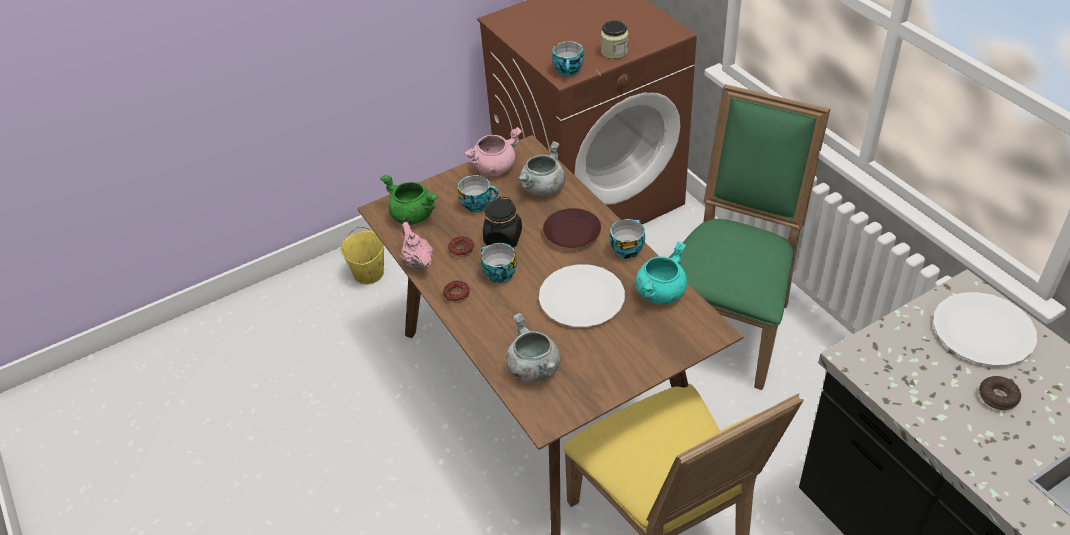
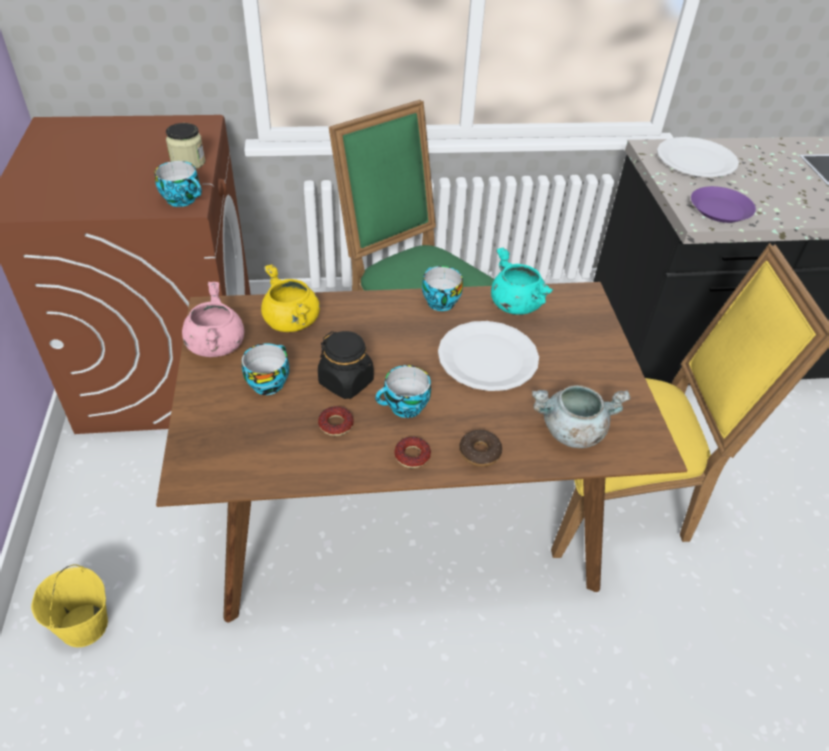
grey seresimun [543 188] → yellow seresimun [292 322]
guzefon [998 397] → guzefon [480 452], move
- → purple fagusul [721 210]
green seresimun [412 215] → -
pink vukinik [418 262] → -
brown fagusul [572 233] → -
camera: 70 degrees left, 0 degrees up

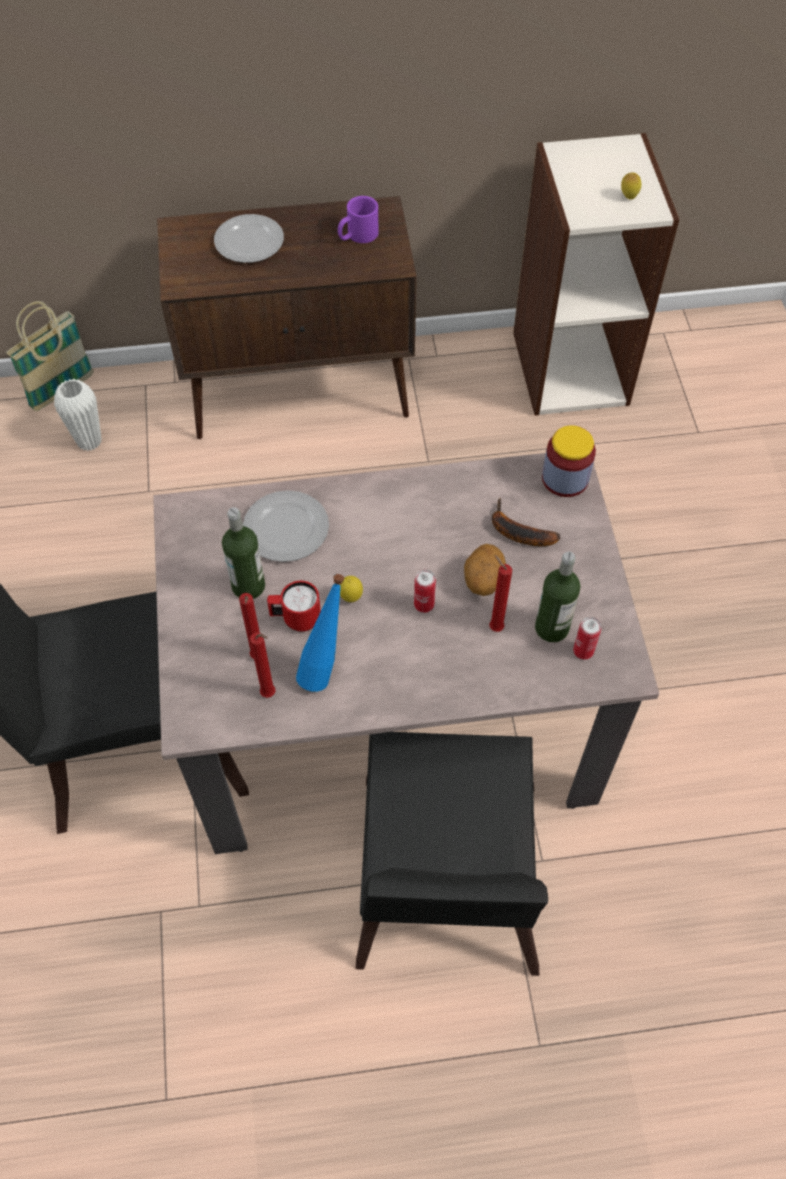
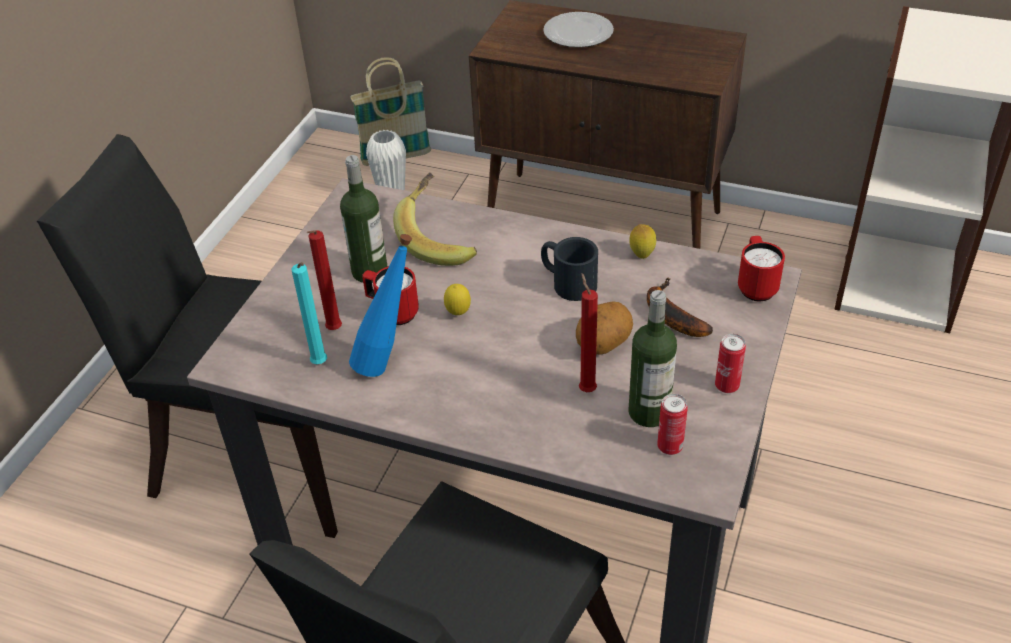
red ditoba [270 695] → turquoise ditoba [320 365]
fagusul [286 528] → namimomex [440 239]
- → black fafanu [567 282]
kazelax [628 197] → kazelax [641 255], move
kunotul [424 605] → kunotul [727 386], move
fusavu [565 478] → red fafanu [755 286]
purple fafanu [357 236] → -
camera: 30 degrees right, 15 degrees down

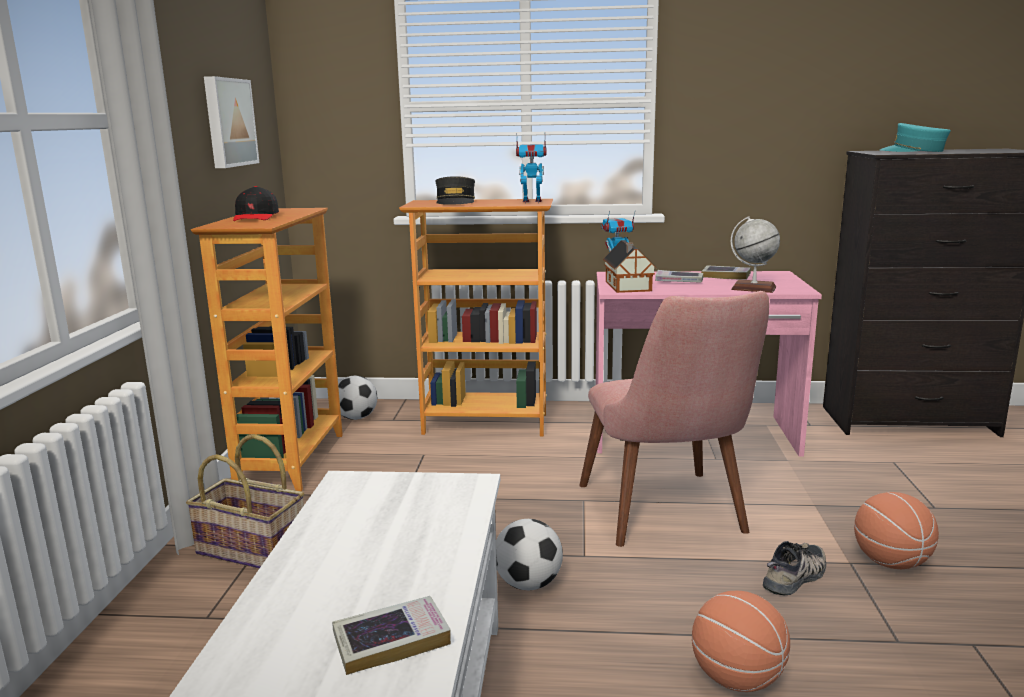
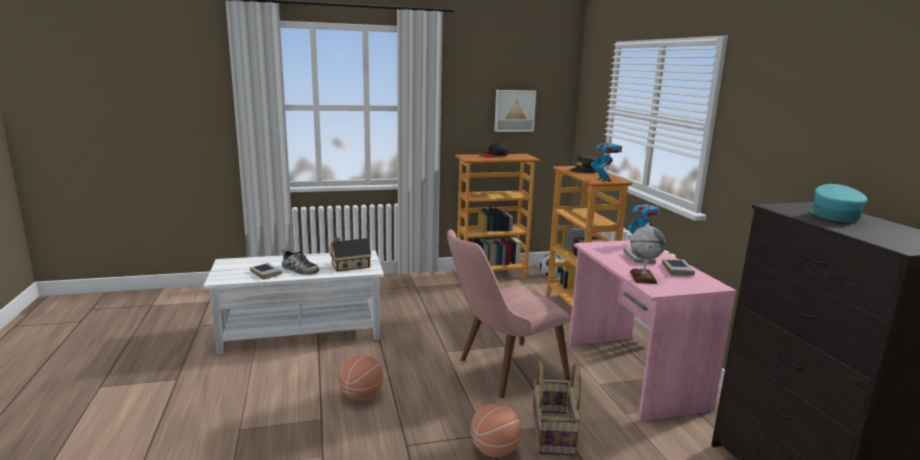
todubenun [796 577] → todubenun [299 269], move
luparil [628 287] → luparil [349 265], move
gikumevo [254 549] → gikumevo [554 433], move
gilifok [528 584] → -
camera: 70 degrees right, 0 degrees up

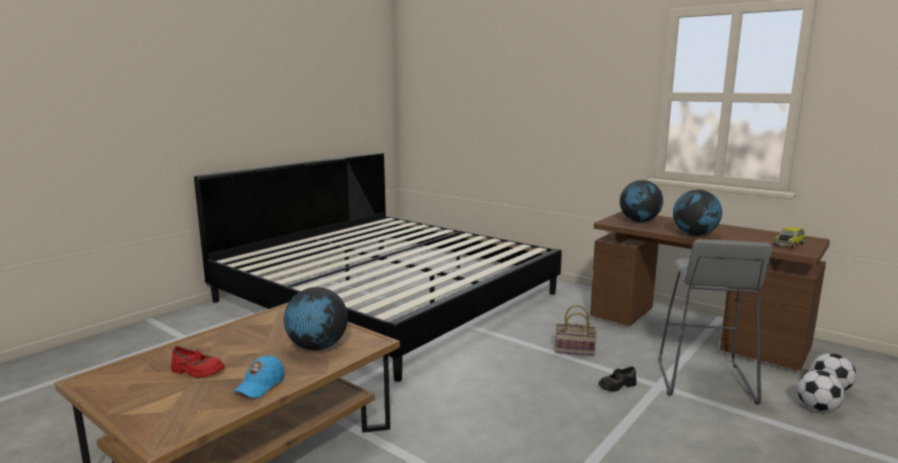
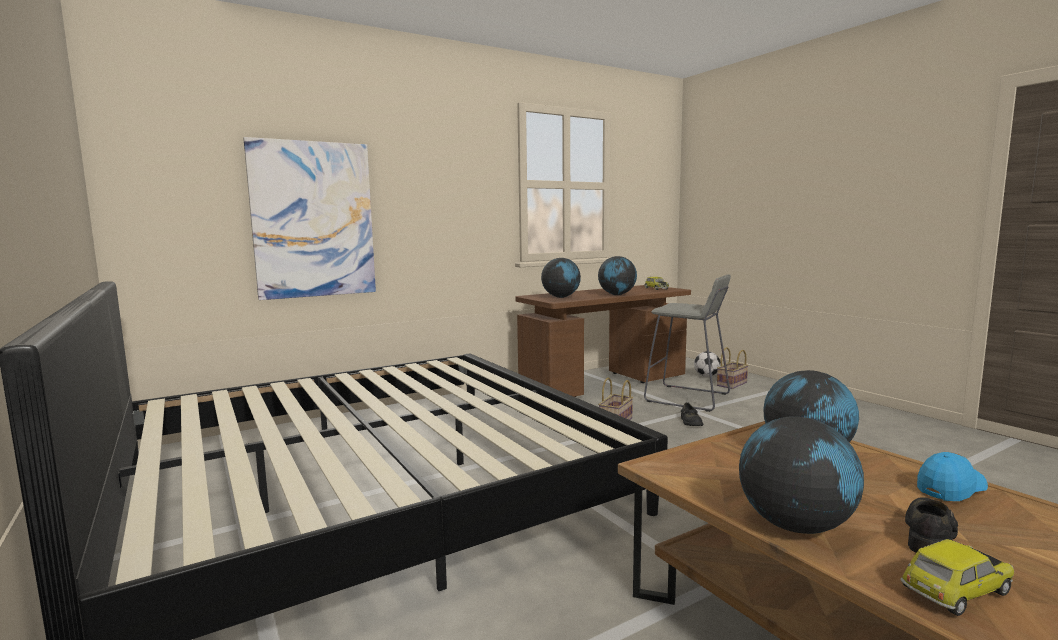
- → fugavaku [313 220]
gilifok [817 408] → gikumevo [732 384]
- → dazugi [795 526]
- → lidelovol [956 591]
red todubenun [197 371] → black todubenun [930 535]
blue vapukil [260 386] → blue vapukil [951 488], 75 degrees counterclockwise
camera: 70 degrees left, 5 degrees down

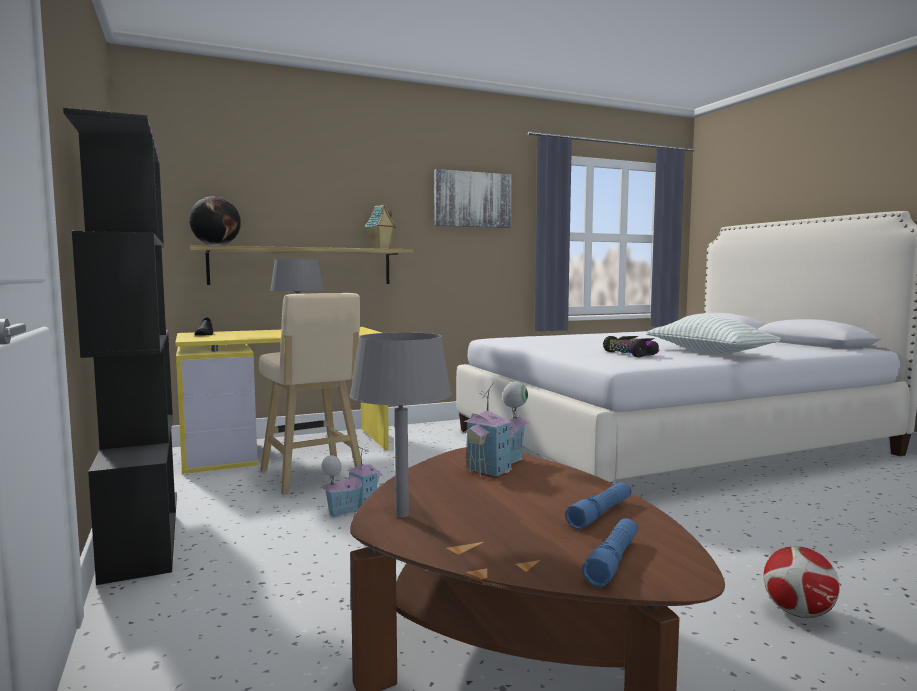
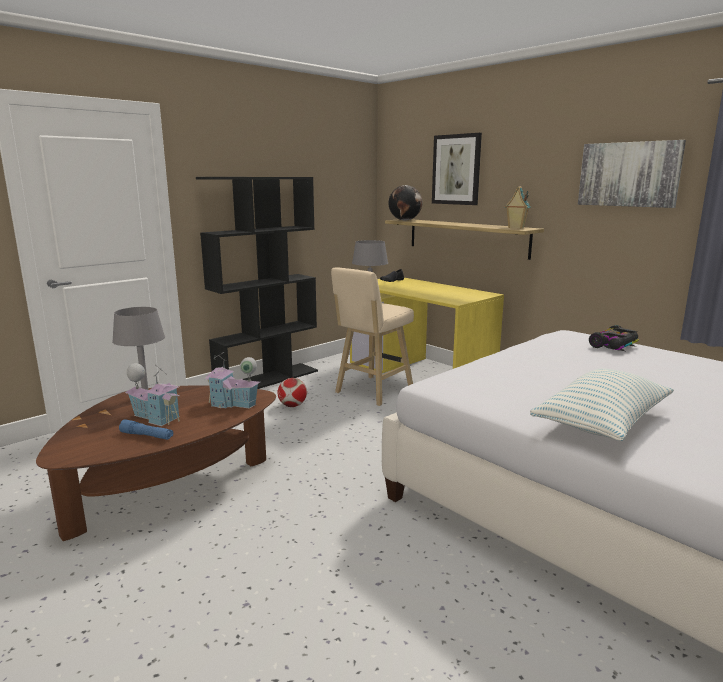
luparil [352 508] → luparil [156 417], move
gilifok [798 613] → gilifok [292 406], move
- → fugavaku [456 169]
lidelovol [632 354] → lidelovol [614 345], move
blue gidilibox [613 560] → -
camera: 70 degrees right, 10 degrees up

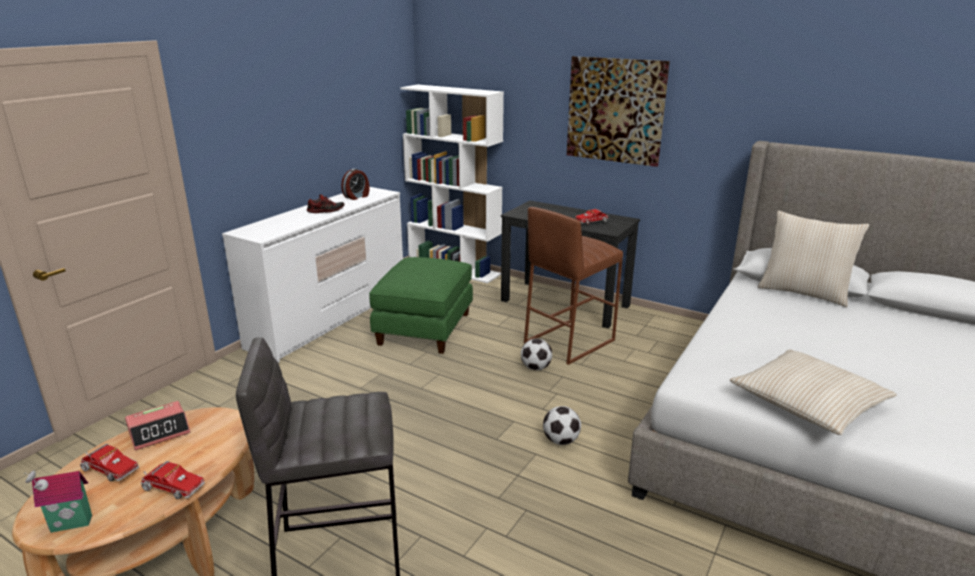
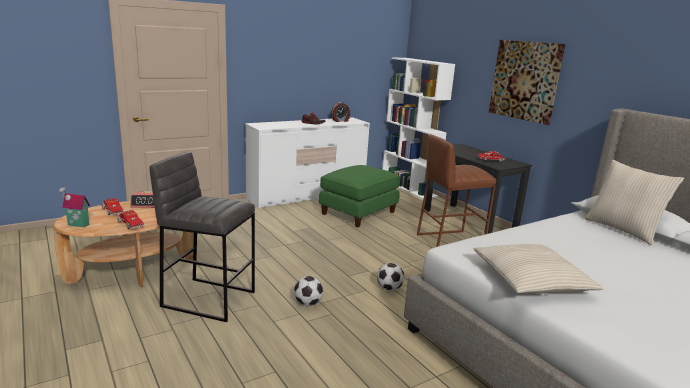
gilifok [535 368] → gilifok [308 303], move
camera: 25 degrees right, 5 degrees down

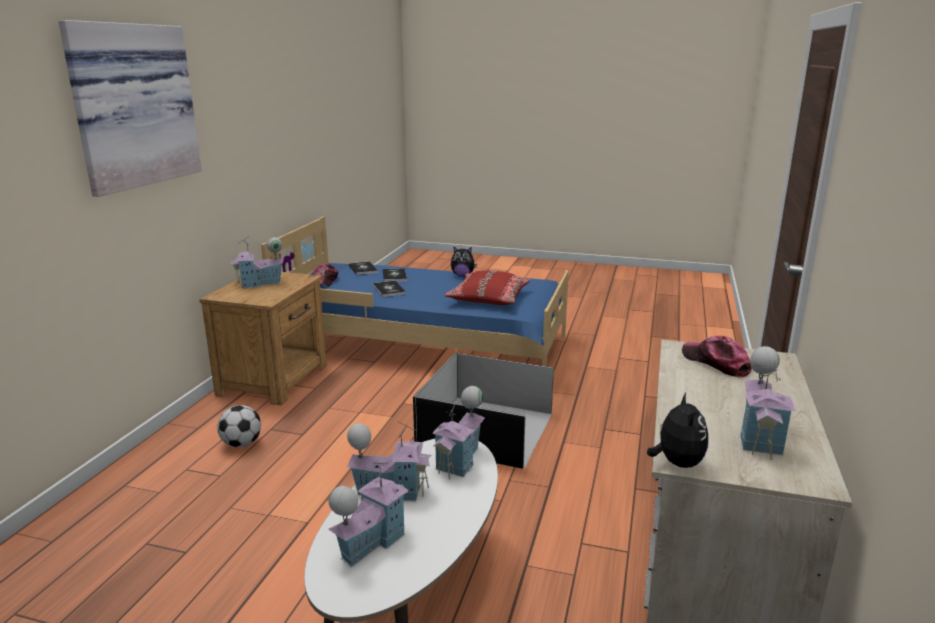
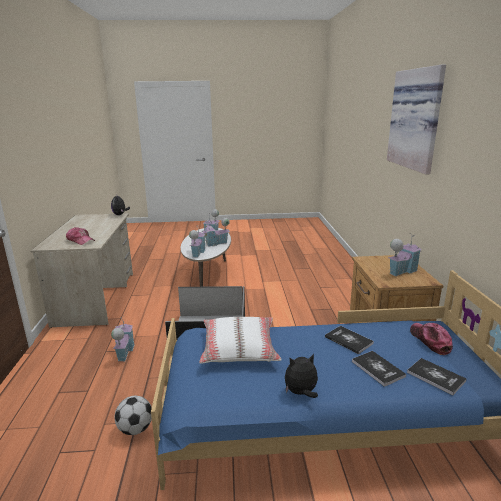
luparil [759 436] → luparil [124 352], move
gilifok [241 444] → gilifok [136 429], move
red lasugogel [488 298] → white lasugogel [239 348]
camera: 160 degrees right, 0 degrees up

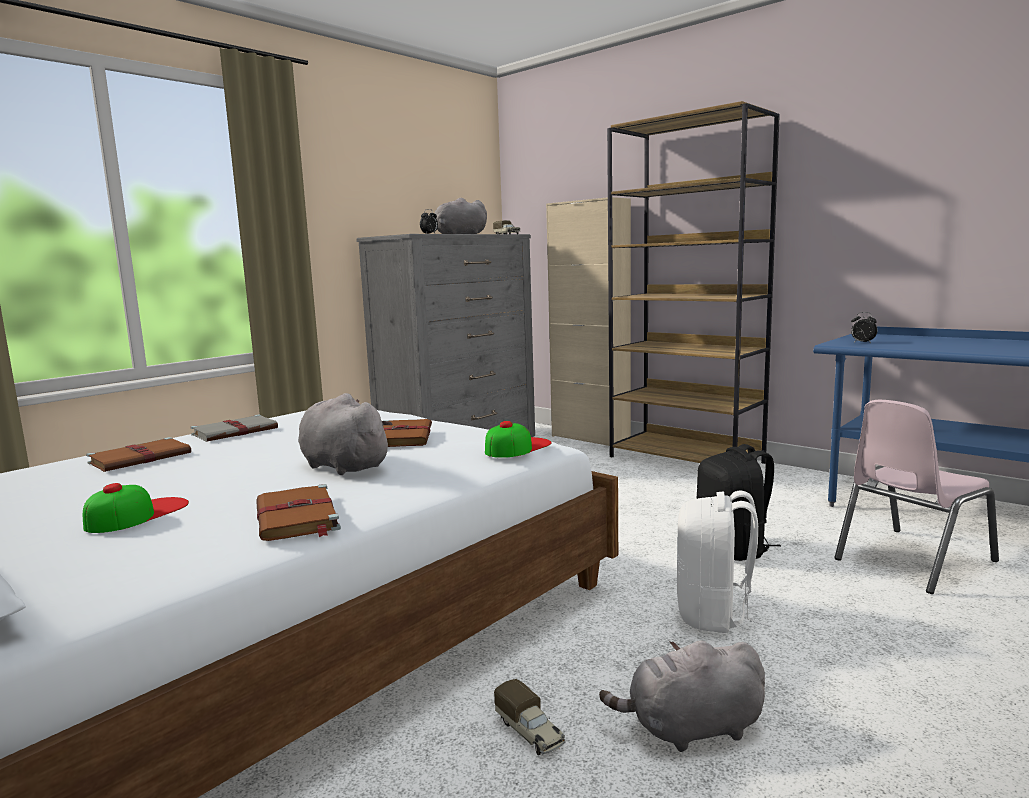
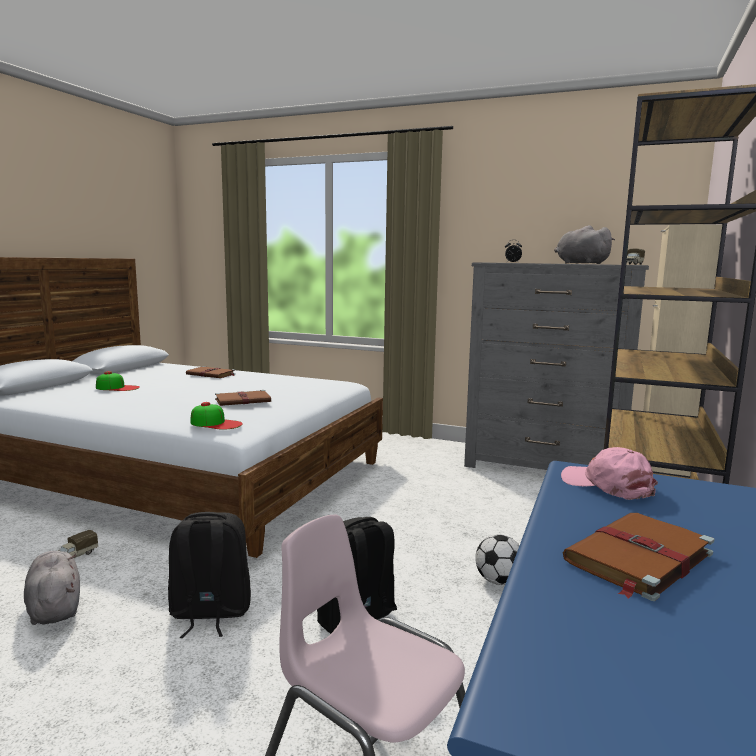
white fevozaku [715 614] → black fevozaku [209 613]
- → gilifok [498 581]
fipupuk [862 343] → pink vapukil [607 485]
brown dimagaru [297 517] → brown dimagaru [637 558], move
grey dimagaru [236 431] → -
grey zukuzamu [342 466] → -
camera: 70 degrees right, 0 degrees up

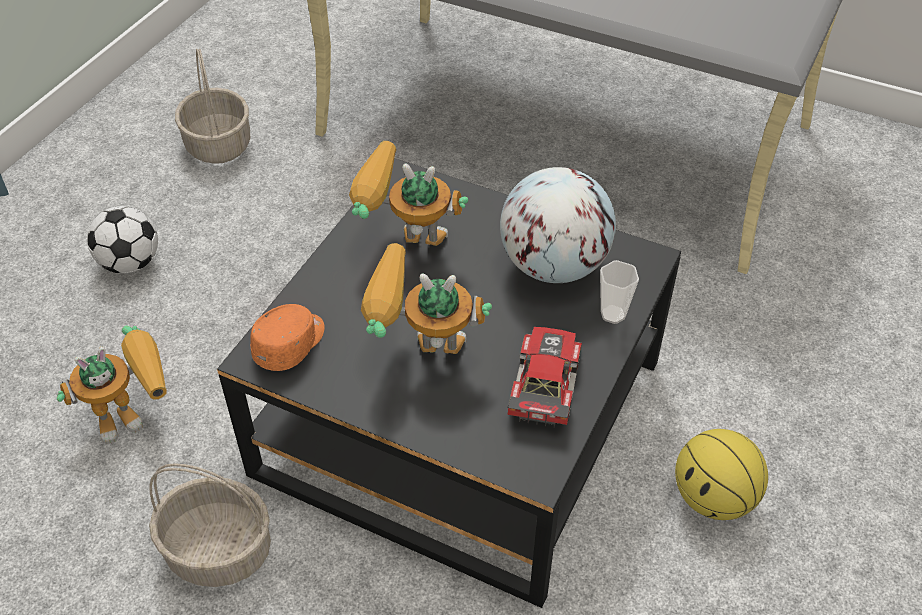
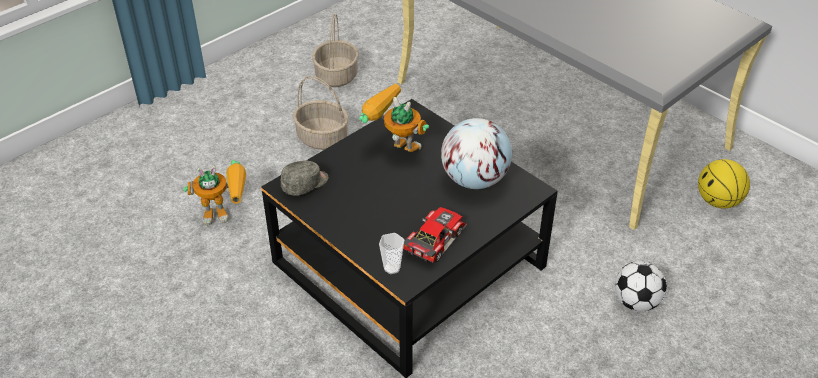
orange vapukil [291 344] → grey vapukil [305 184]
gikumevo [220 550] → gikumevo [323 138], move
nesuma [613 314] → nesuma [392 268], move
gilifok [130 263] → gilifok [636 302], move
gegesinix [713 499] → gegesinix [718 201], move
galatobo [419 353] → -
camera: 20 degrees right, 5 degrees down

